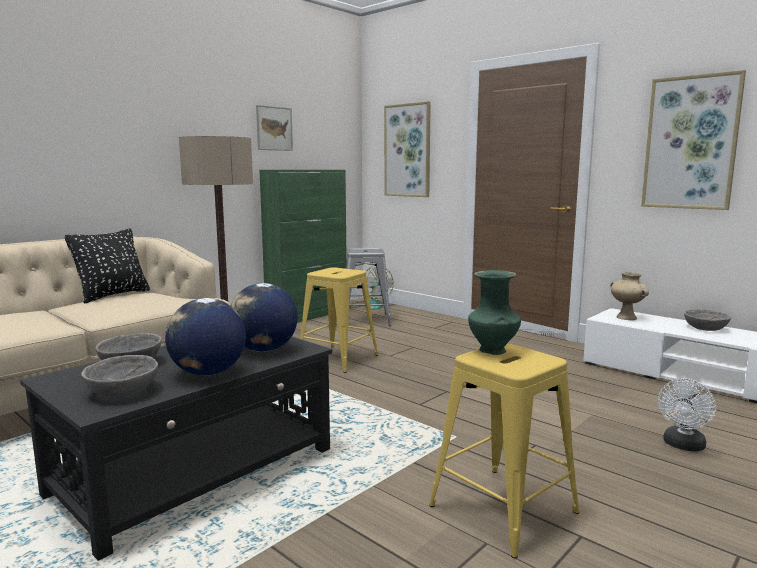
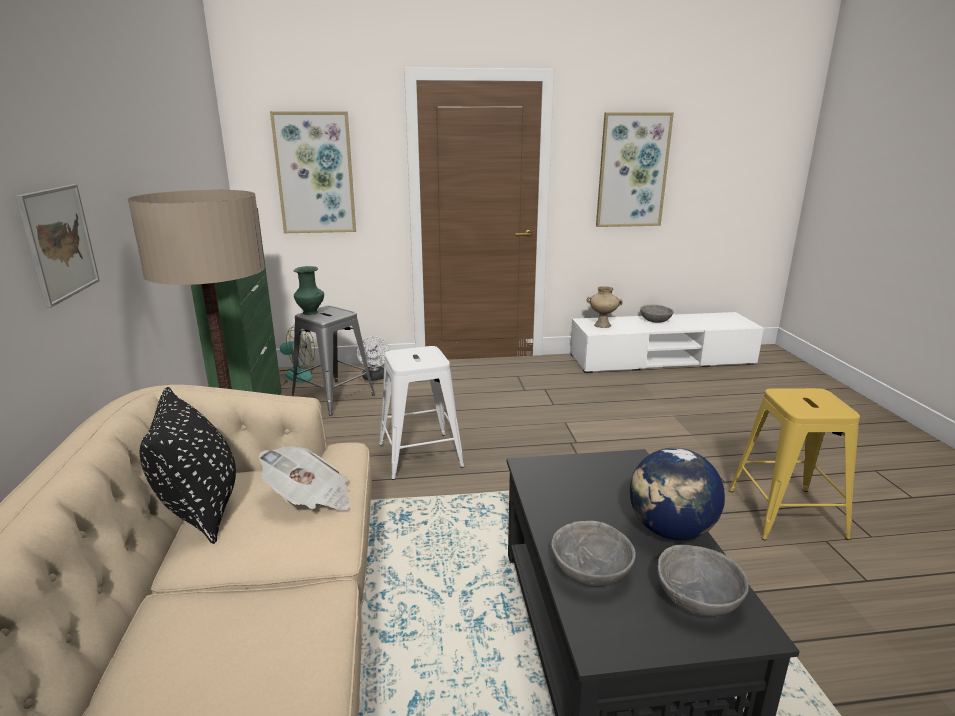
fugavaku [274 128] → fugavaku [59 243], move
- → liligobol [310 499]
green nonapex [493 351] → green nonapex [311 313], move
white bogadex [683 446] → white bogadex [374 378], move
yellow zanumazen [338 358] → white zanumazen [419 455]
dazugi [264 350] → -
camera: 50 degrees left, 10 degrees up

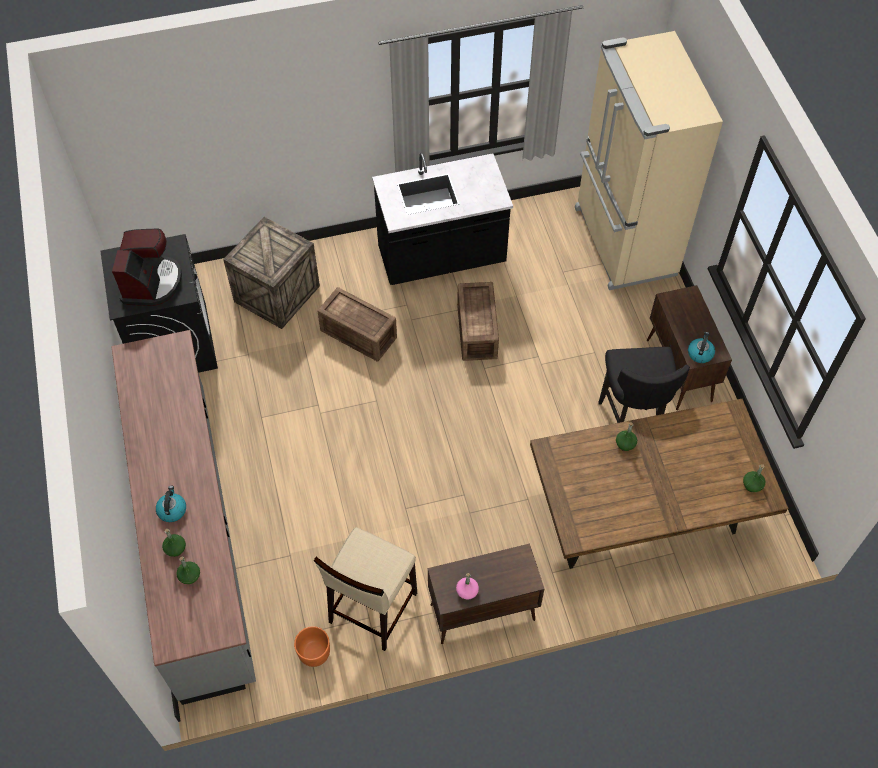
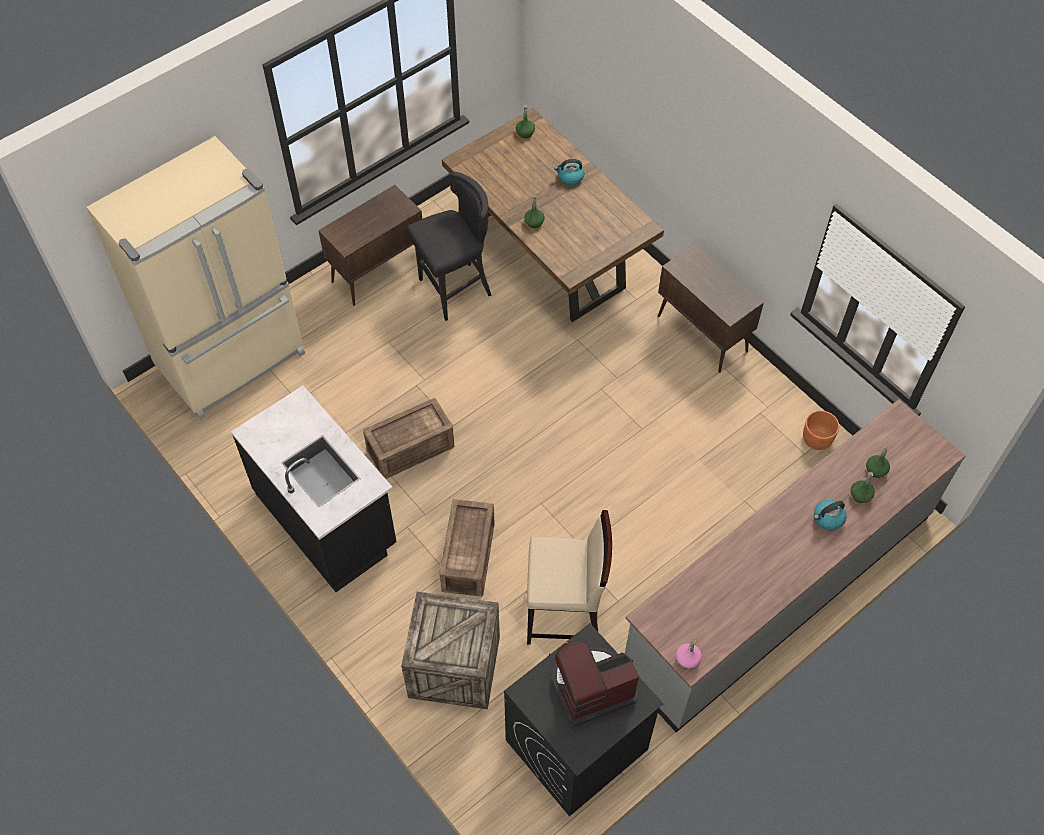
beige zanumazen [372 608] → beige zanumazen [565 615], move
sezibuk [700 353] → sezibuk [570 177], move
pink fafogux [467 591] → pink fafogux [687 659], move
camera: 115 degrees left, 0 degrees up

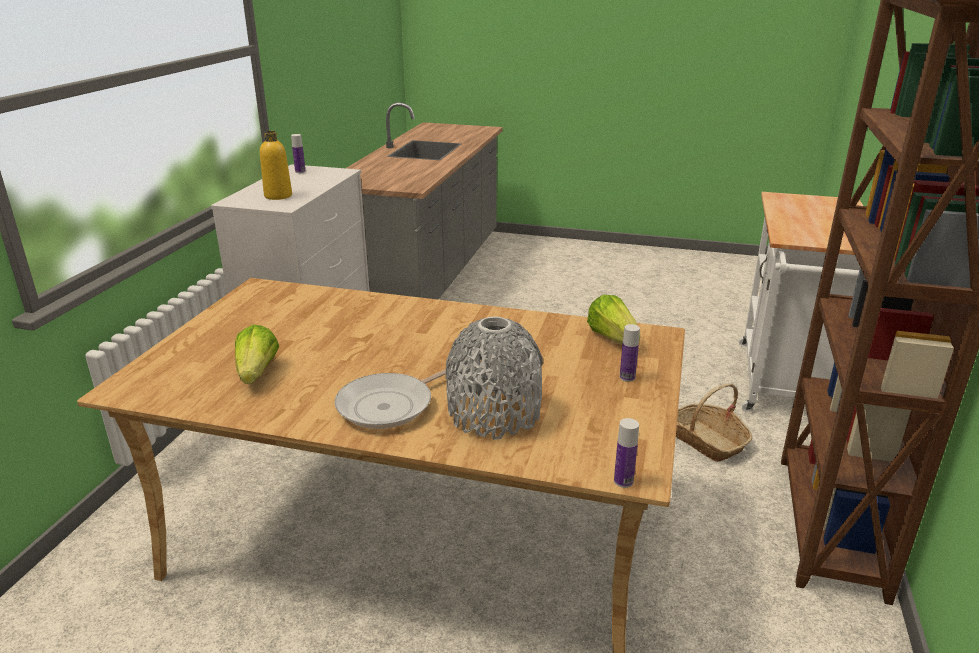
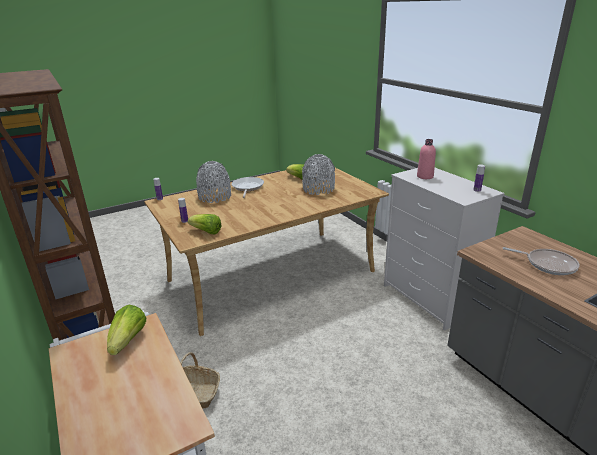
- → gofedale [128 340]
- → grey nonapex [318 189]
yellow fafogux [278 196] → pink fafogux [425 176]
- → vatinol [547 264]
camera: 135 degrees right, 0 degrees up

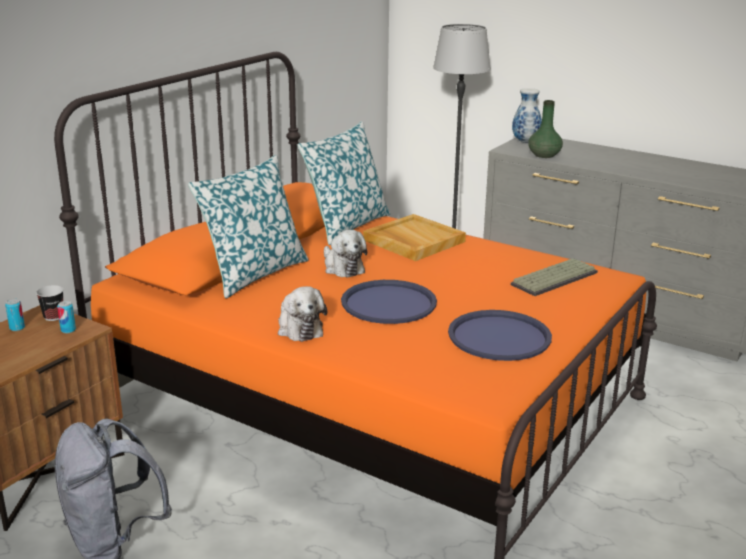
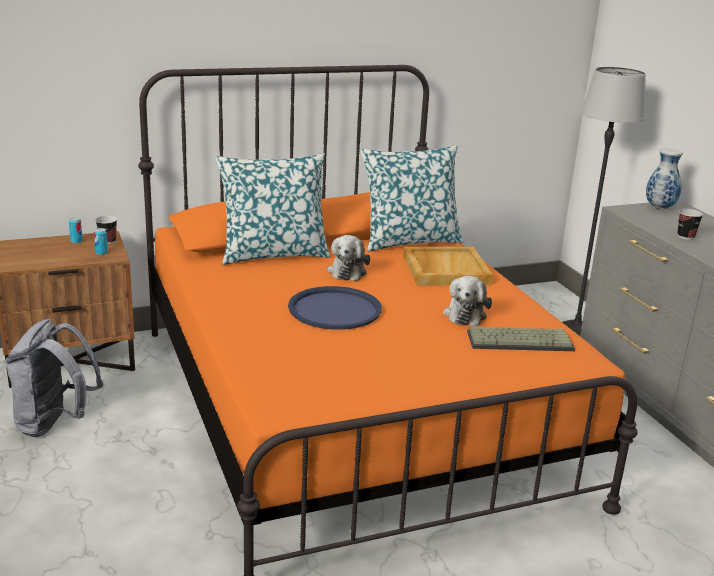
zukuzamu [299 328] → zukuzamu [465 314], move
- → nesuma [685 236]
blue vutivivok [499 336] → -
green nonapex [544 155] → -
camera: 35 degrees right, 0 degrees up

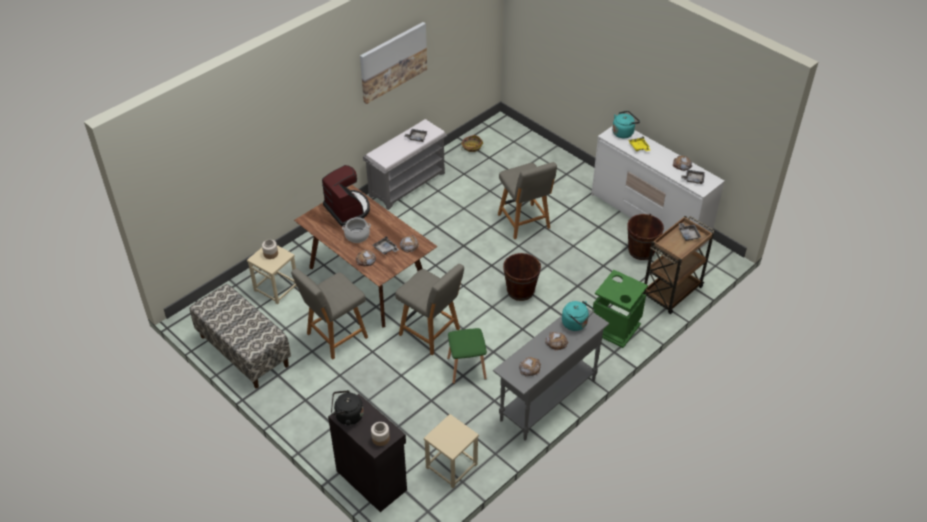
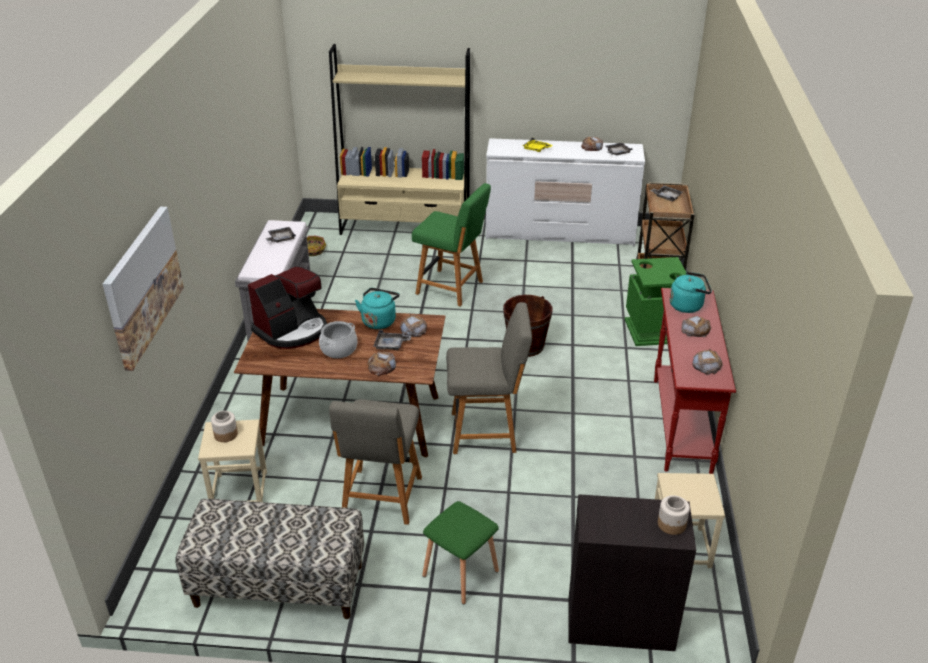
fugavaku [393 61] → fugavaku [142 285], move
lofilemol [348 209] → lofilemol [292 330], 120 degrees clockwise
- → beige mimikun [405 227]
turquoise sezibuk [623 132] → turquoise sezibuk [379 320], move
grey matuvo [524 222] → green matuvo [452 288]
green zanumazen [467 368] → green zanumazen [460 572], move
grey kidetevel [547 400] → red kidetevel [681 425]
black sezibuk [347 416] → -
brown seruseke [641 250] → -
camera: 40 degrees left, 10 degrees down

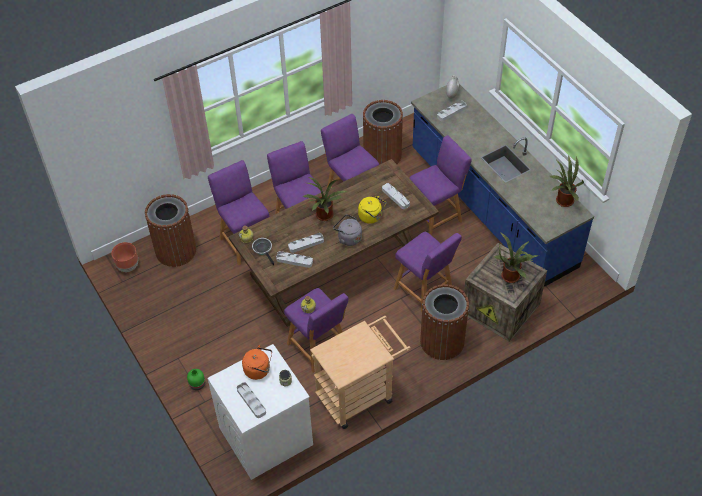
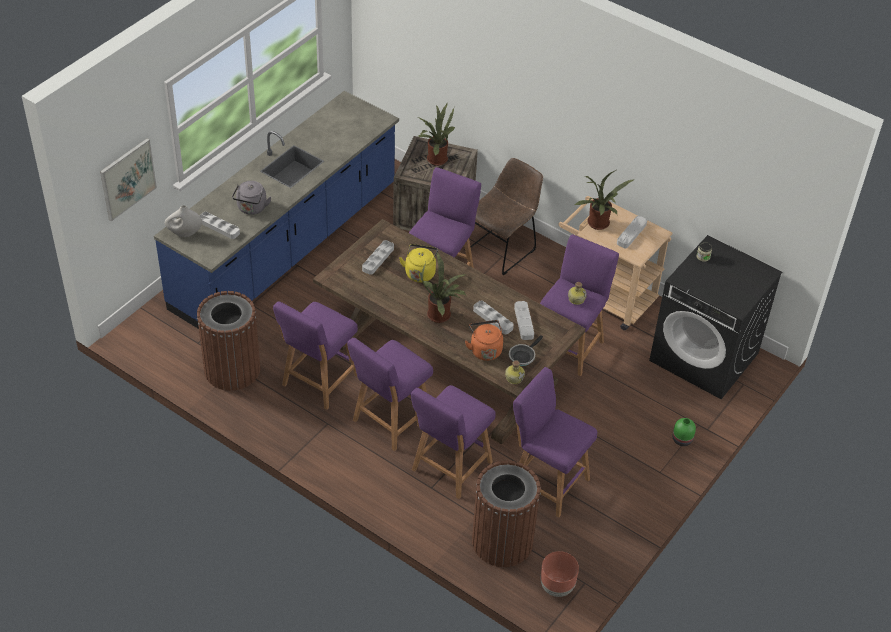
- → fugavaku [127 179]
grey sezibuk [348 238] → grey sezibuk [251 208], move
orange sezibuk [259 370] → orange sezibuk [485 349], move
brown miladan [442 341] → brown matuvo [502 248]
purple zanumazen [436 216] → purple zanumazen [546 482], move
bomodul [562 201] → bomodul [599 225], move
grey vutivivok [251 401] → grey vutivivok [631 234], move
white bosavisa [265 437] → black bosavisa [704 357]
camera: 115 degrees left, 5 degrees down

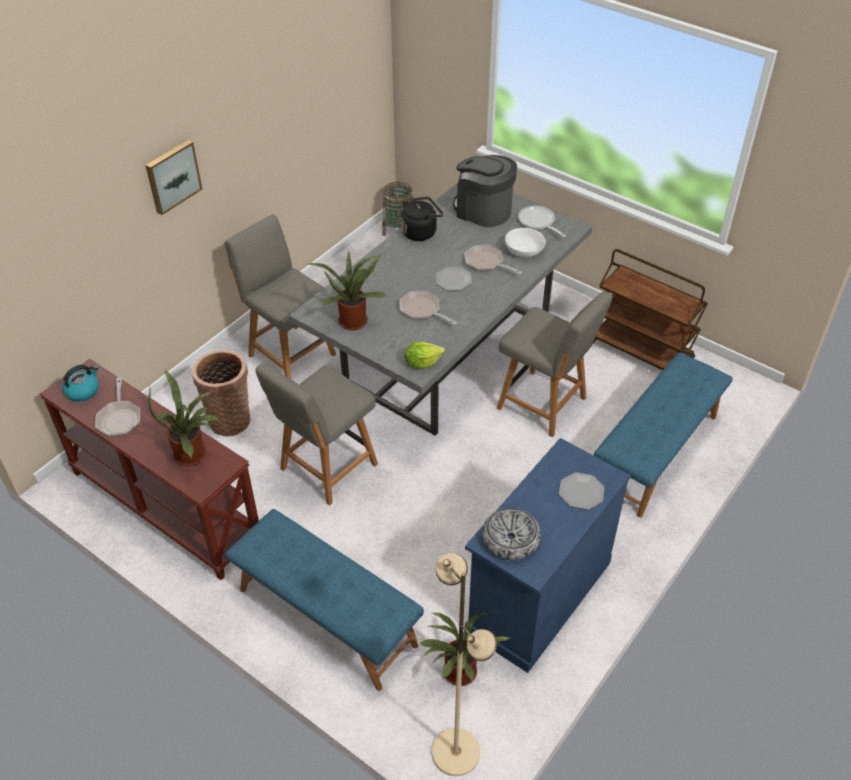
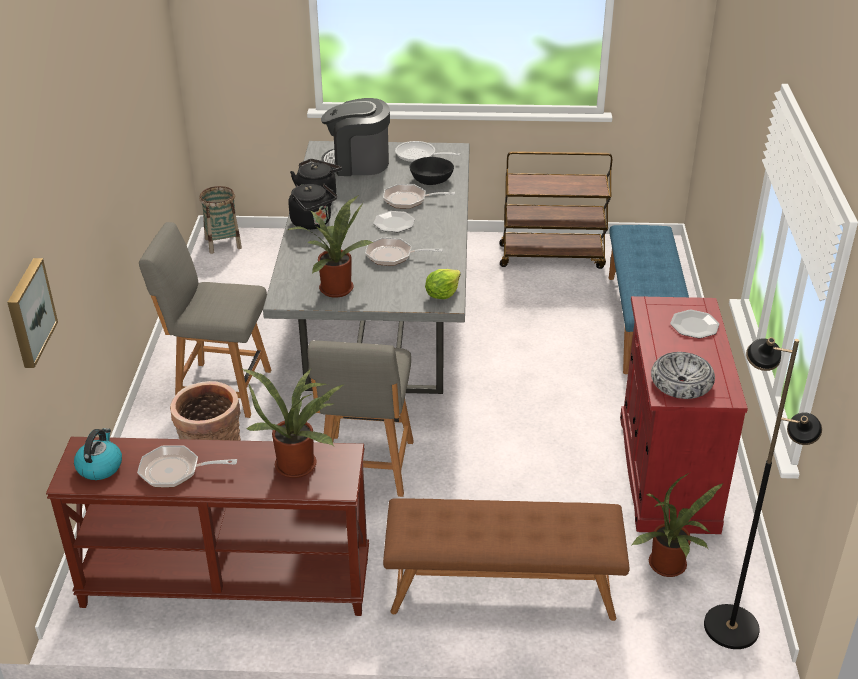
fugavaku [172 176] → fugavaku [29 312], move
vatinol [119 418] → vatinol [175 471], 135 degrees clockwise
- → black sezibuk [313 223]
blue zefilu [326 617] → brown zefilu [502 589]
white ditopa [524 250] → black ditopa [431 179]
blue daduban [538 596] → red daduban [666 472]
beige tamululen [456 751] → black tamululen [731 626]
grey matuvo [544 404] → -
camera: 35 degrees left, 10 degrees down

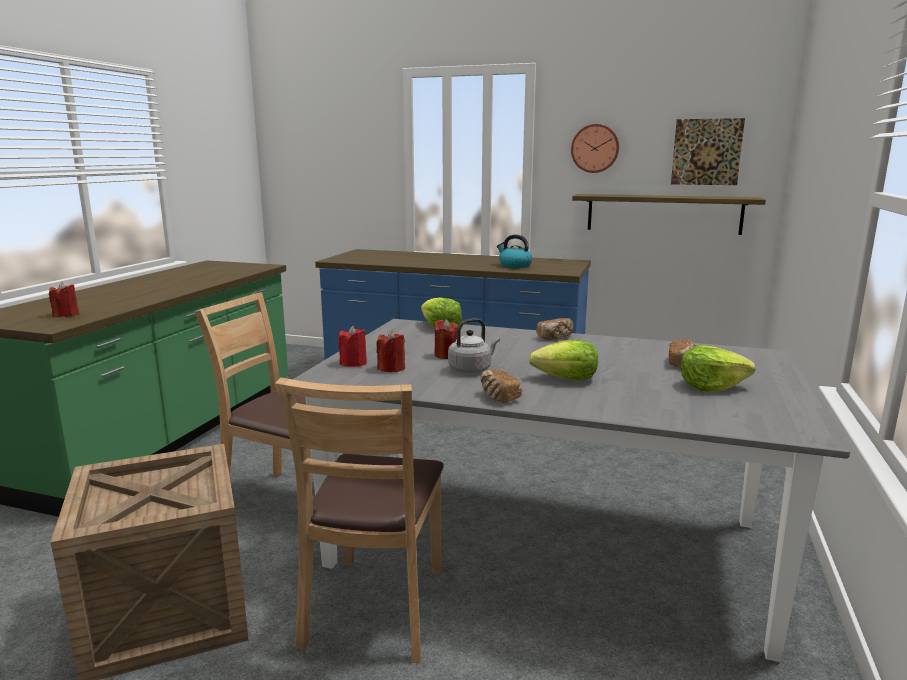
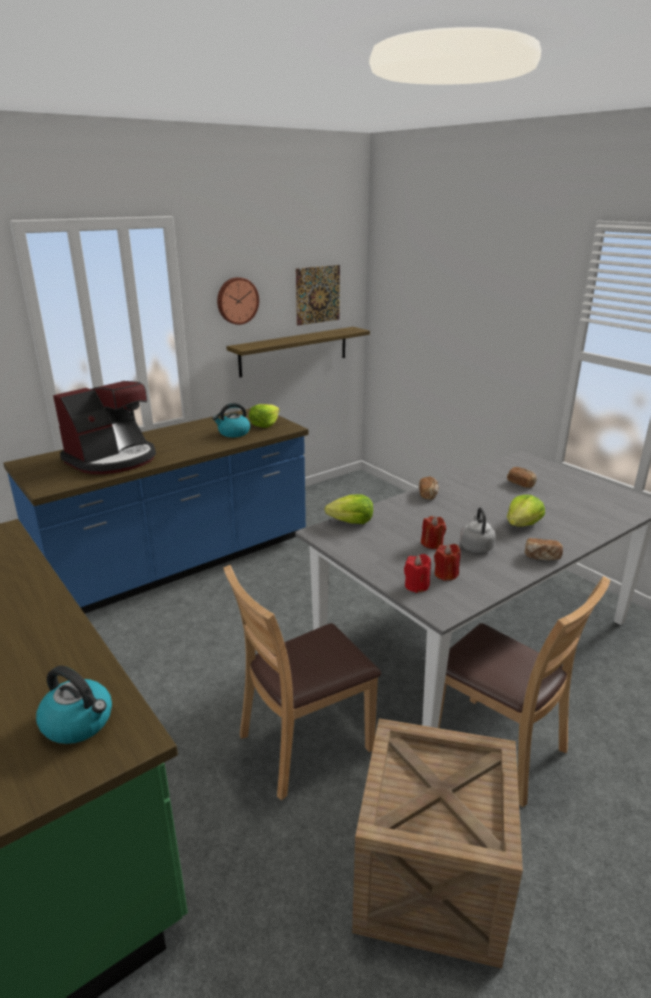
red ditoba [66 315] → sezibuk [79 722]
- → lofilemol [113 459]
gofedale [711 387] → gofedale [264 424], move
camera: 55 degrees left, 10 degrees up

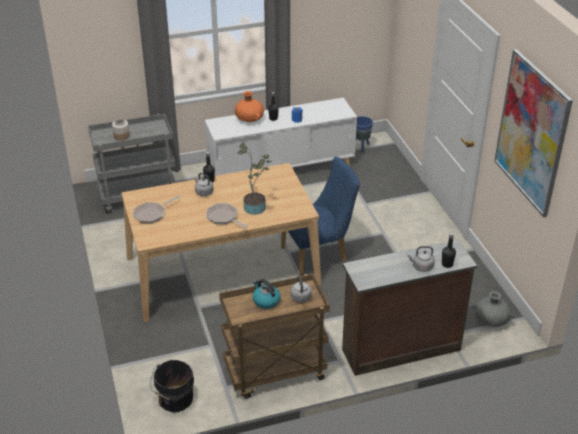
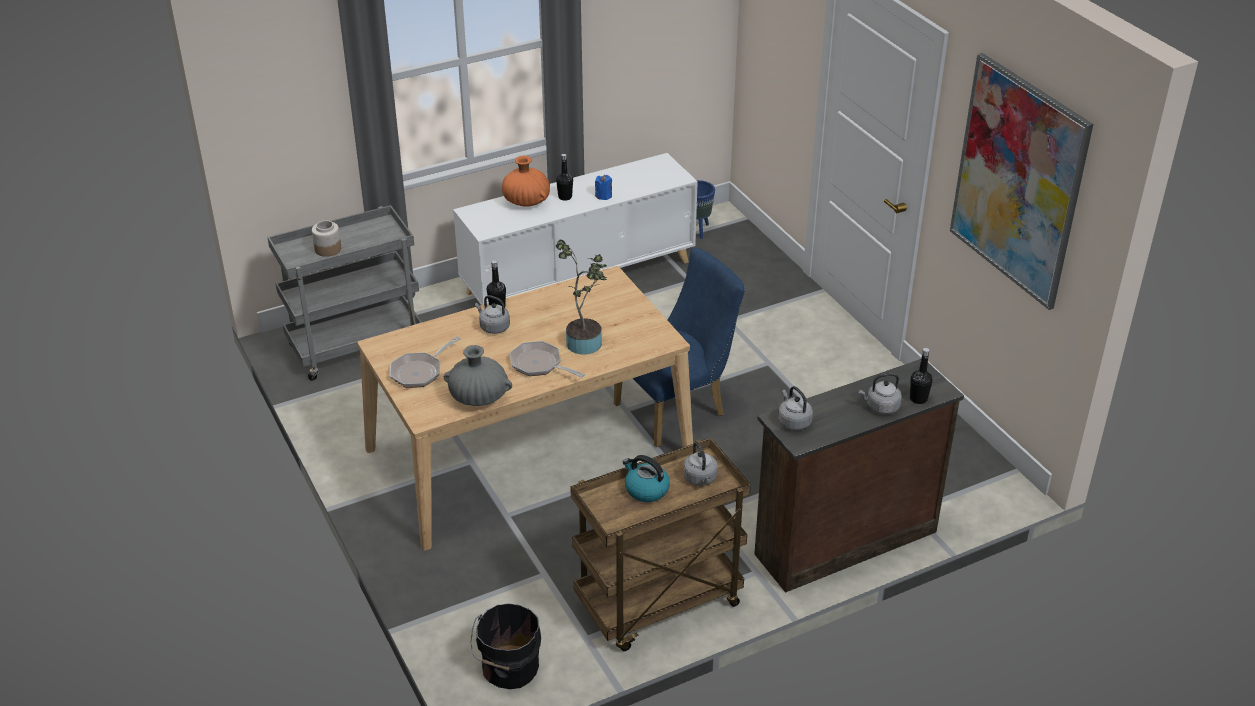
grey nonapex [491 320] → grey nonapex [478 398], move
- → grey sezibuk [793 421]
camera: 10 degrees left, 0 degrees up

